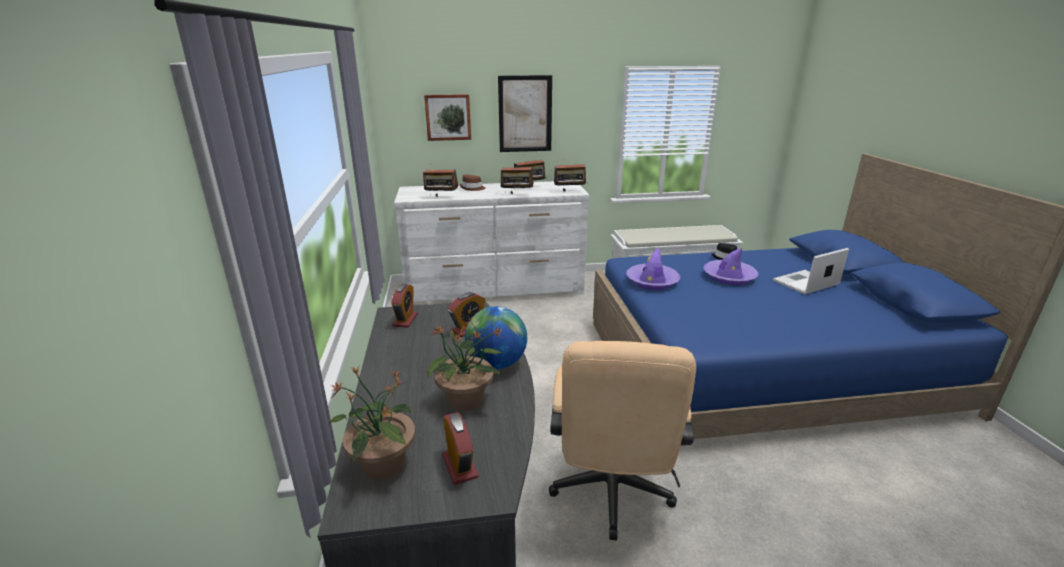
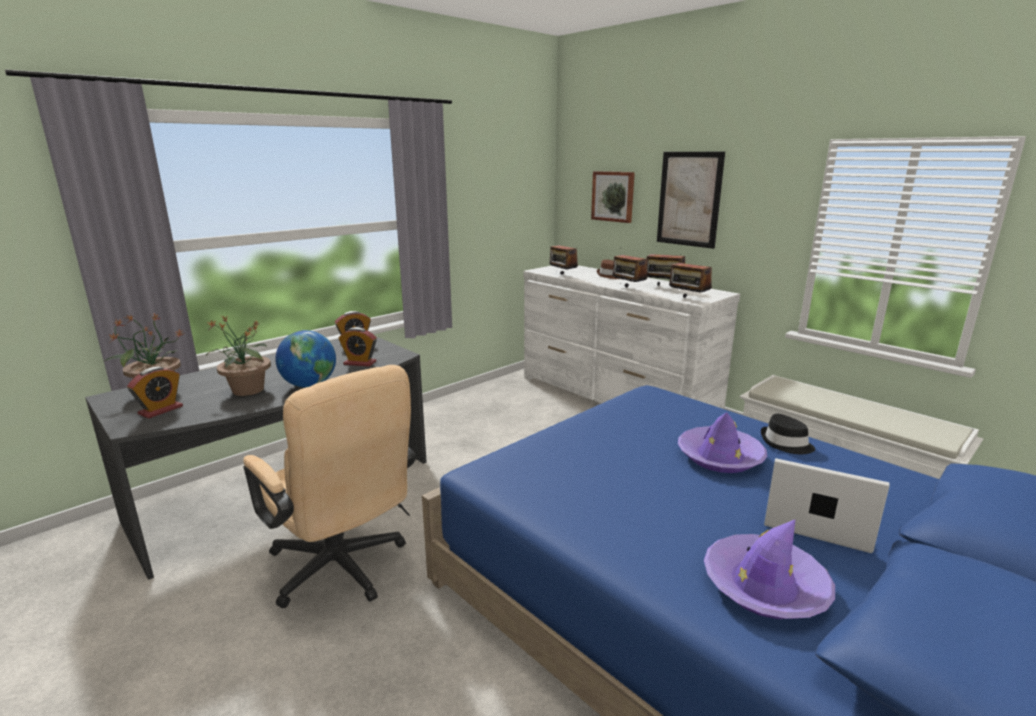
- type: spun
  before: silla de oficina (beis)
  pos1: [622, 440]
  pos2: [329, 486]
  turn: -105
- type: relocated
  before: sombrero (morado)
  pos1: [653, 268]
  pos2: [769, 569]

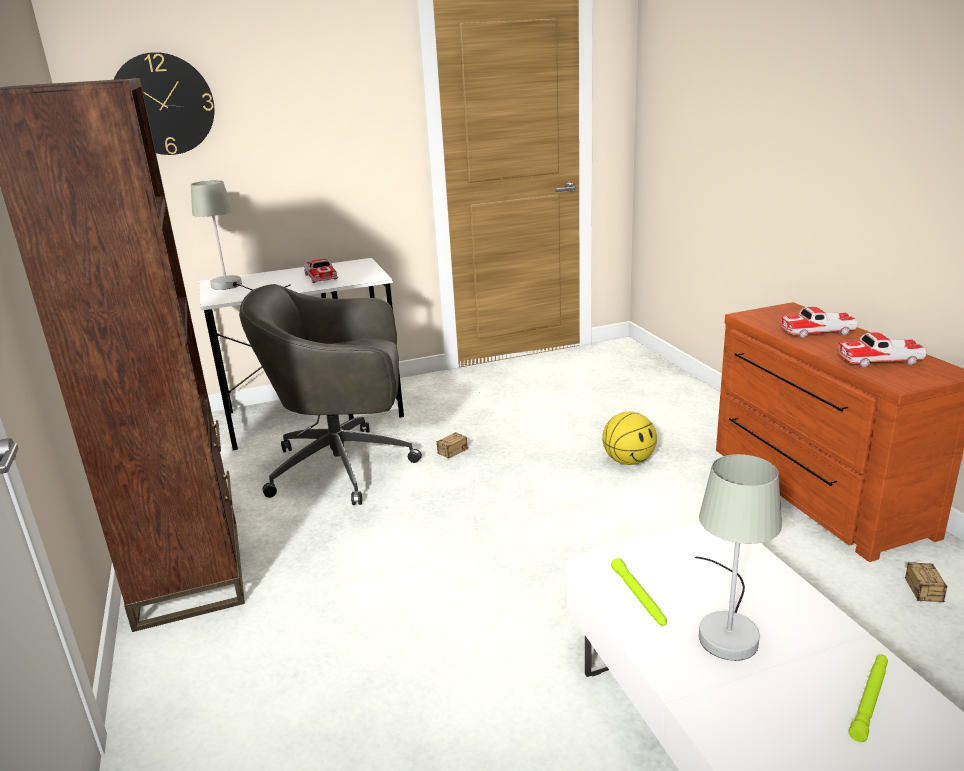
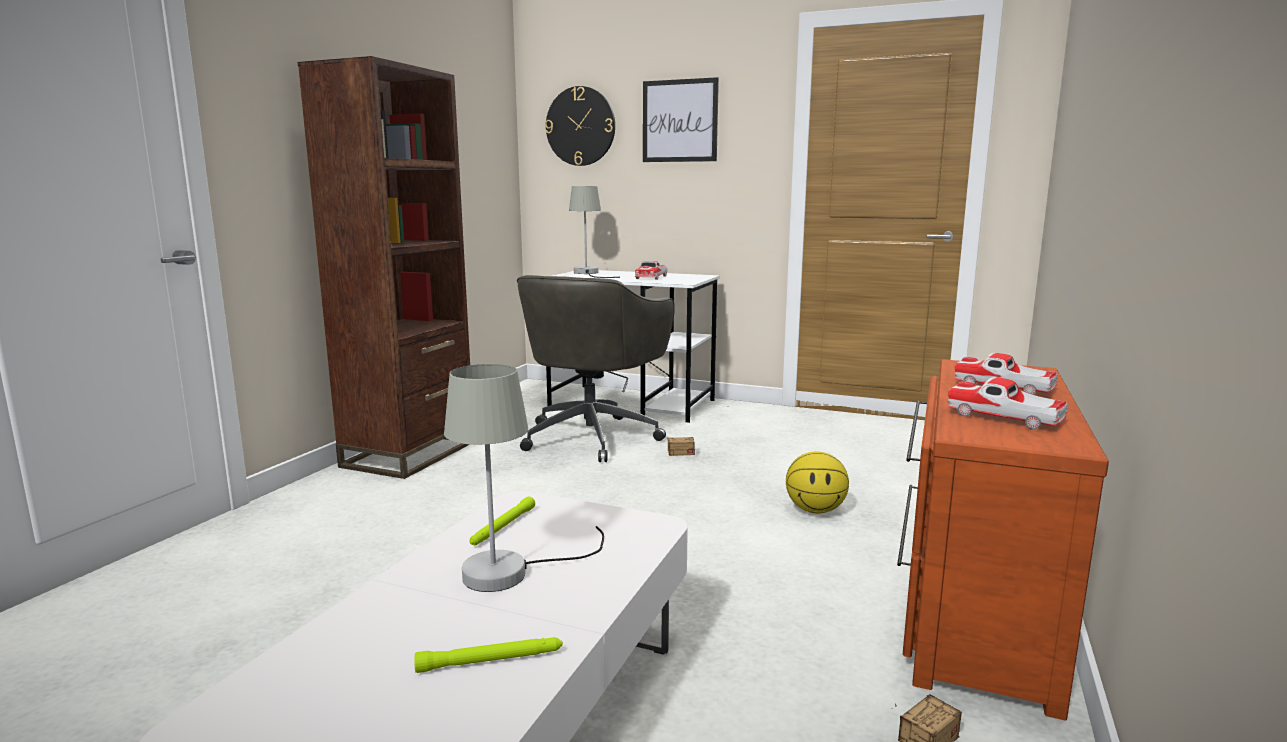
- type: spun
  before: silla de oficina (gris)
  pos1: [330, 394]
  pos2: [596, 368]
  turn: -105
- type: appeared
  after: cuadro
  pos2: [681, 119]

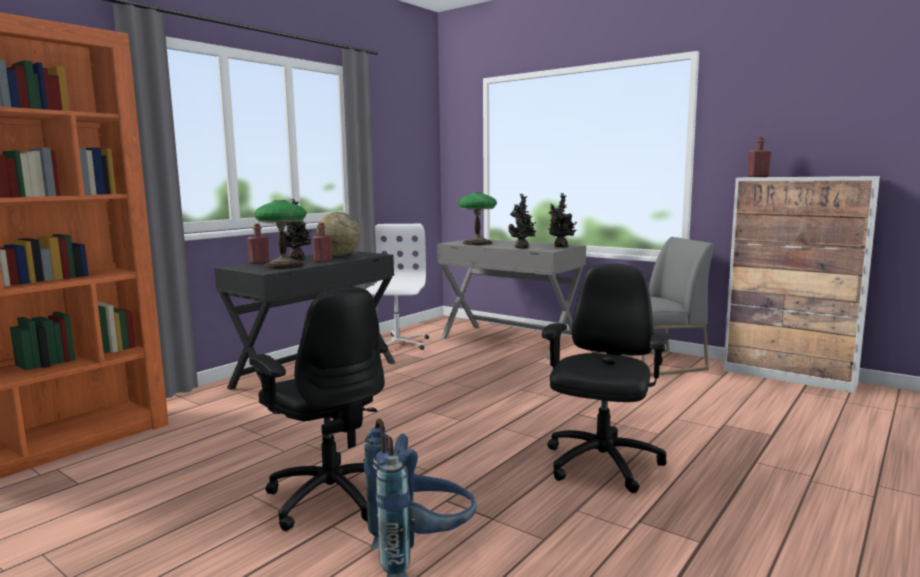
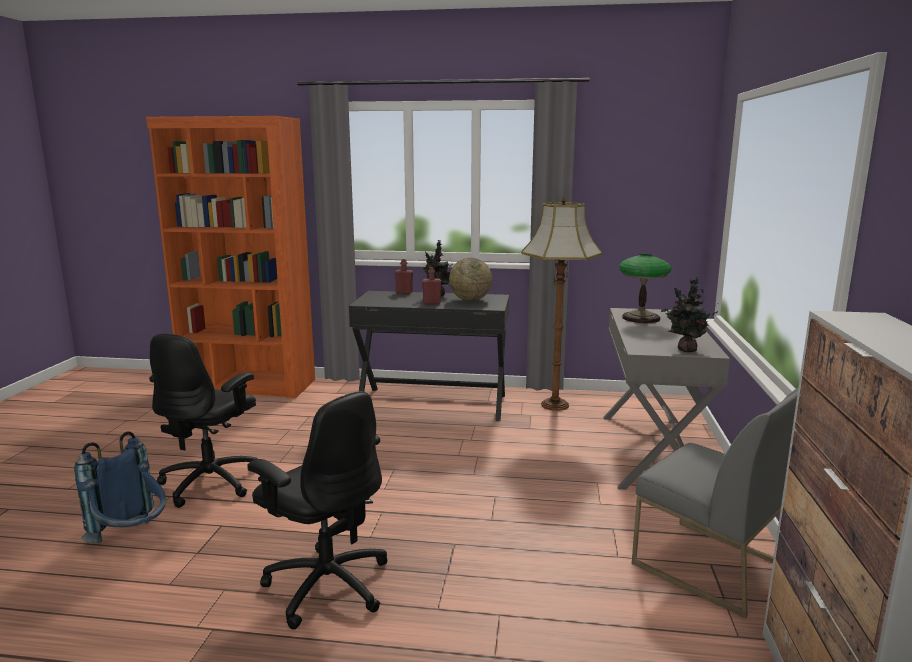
- type: spun
  before: silla de oficina (negro)
  pos1: [606, 378]
  pos2: [317, 510]
  turn: 45
- type: exchanged
  before: silla de oficina (blanco)
  after: lámpara de pie
  pos1: [397, 287]
  pos2: [562, 303]
- type: missing
  before: lámpara de mesa
  pos1: [280, 234]
- type: missing
  before: planta en maceta
  pos1: [522, 221]
- type: missing
  before: botella (rojo)
  pos1: [759, 157]

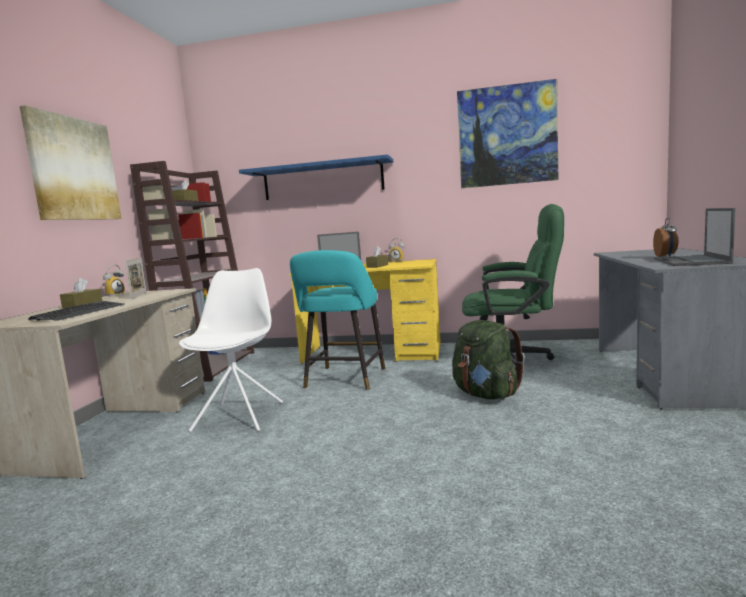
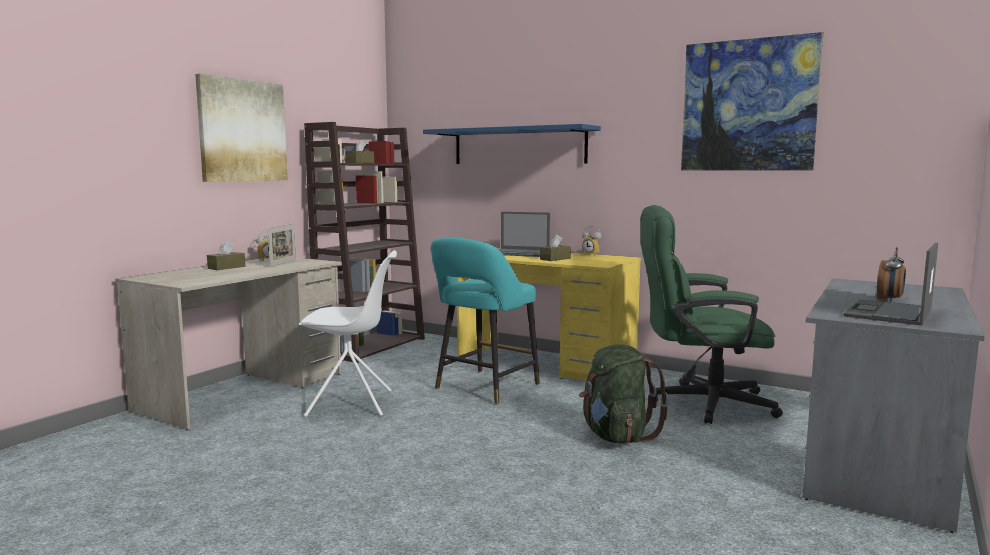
- type: spun
  before: silla (blanco)
  pos1: [231, 350]
  pos2: [347, 333]
  turn: 60
- type: spun
  before: silla de oficina (verde)
  pos1: [513, 287]
  pos2: [711, 314]
  turn: 150
- type: missing
  before: teclado
  pos1: [76, 311]

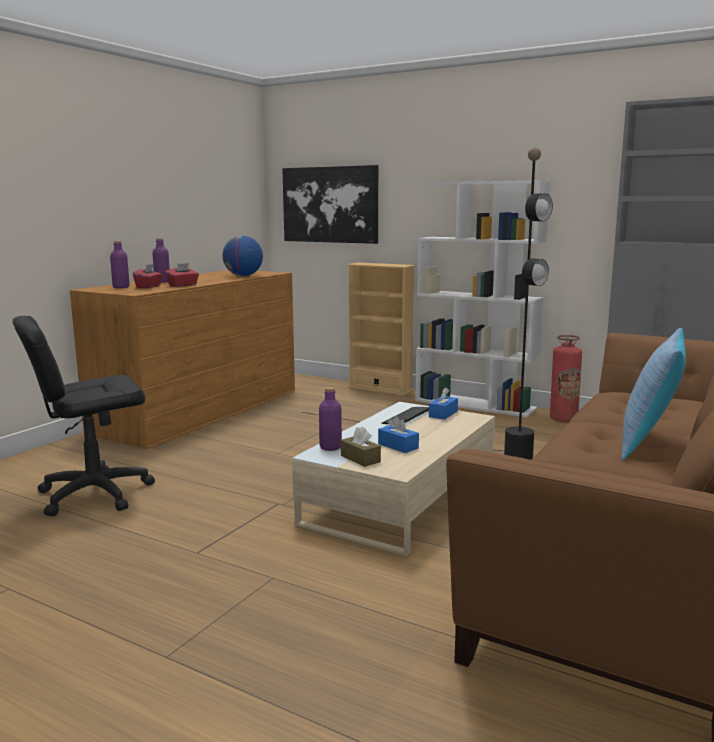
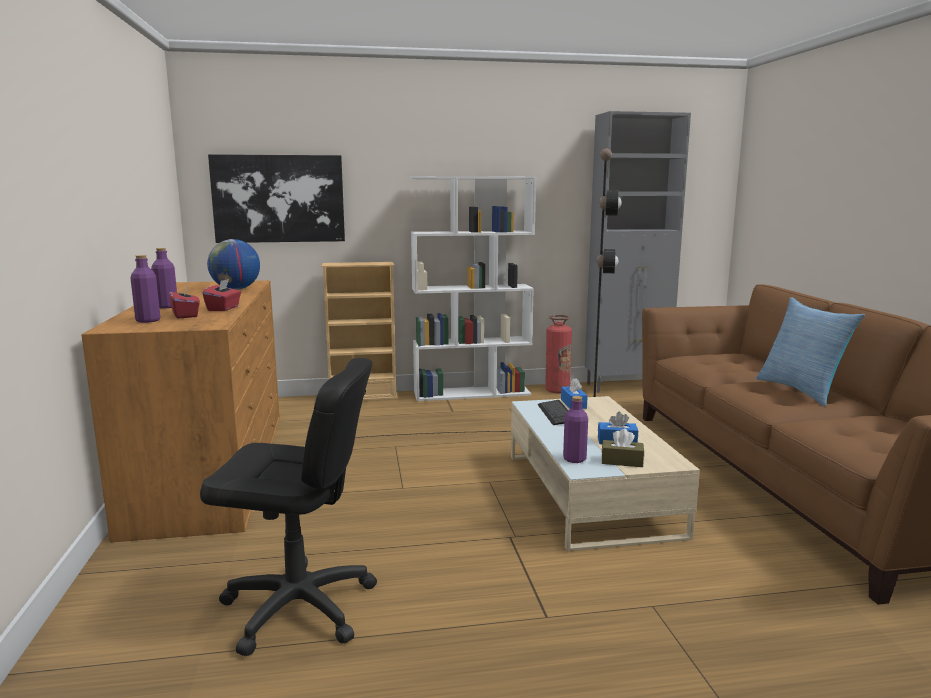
- type: spun
  before: silla de oficina (negro)
  pos1: [83, 416]
  pos2: [288, 507]
  turn: -105

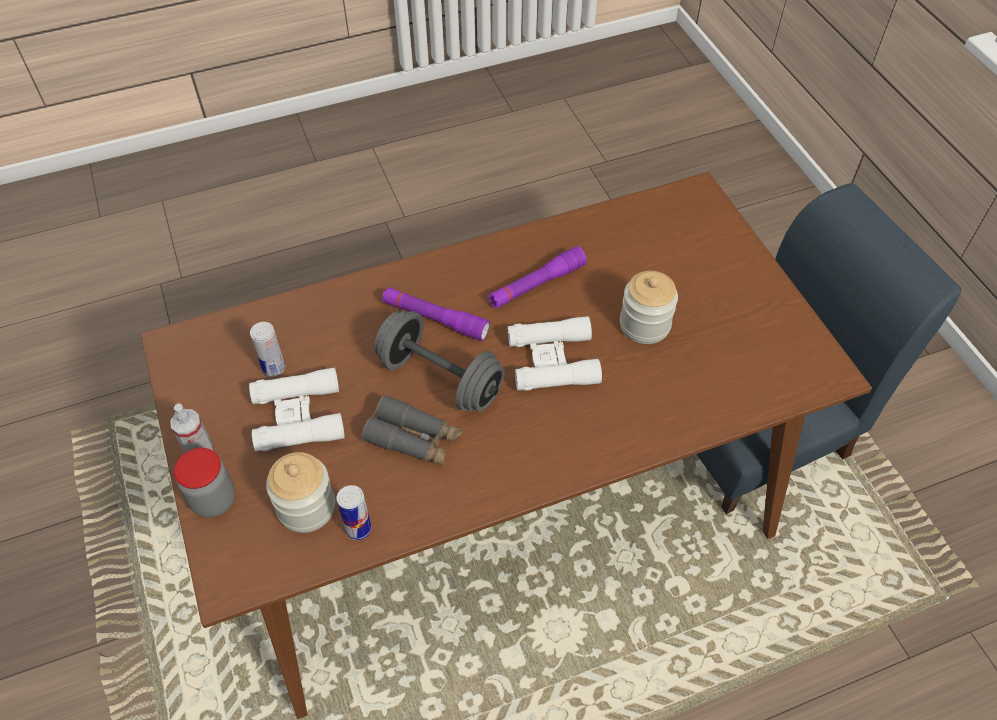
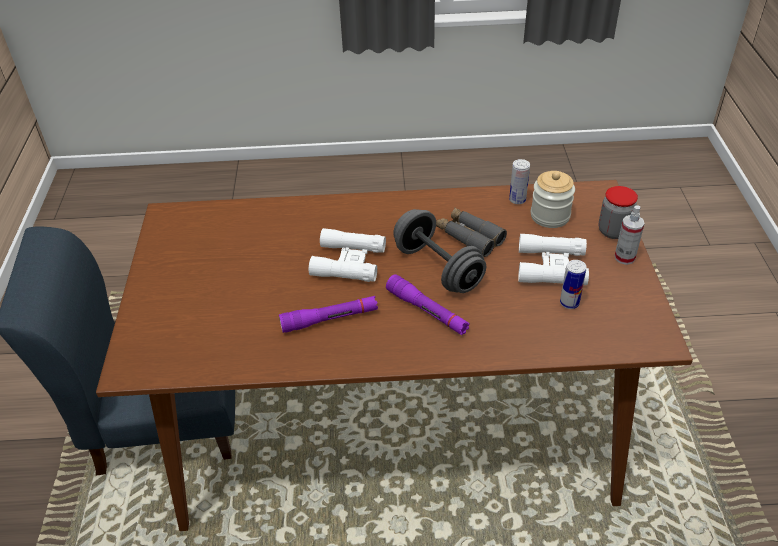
- type: missing
  before: tarro
  pos1: [649, 307]

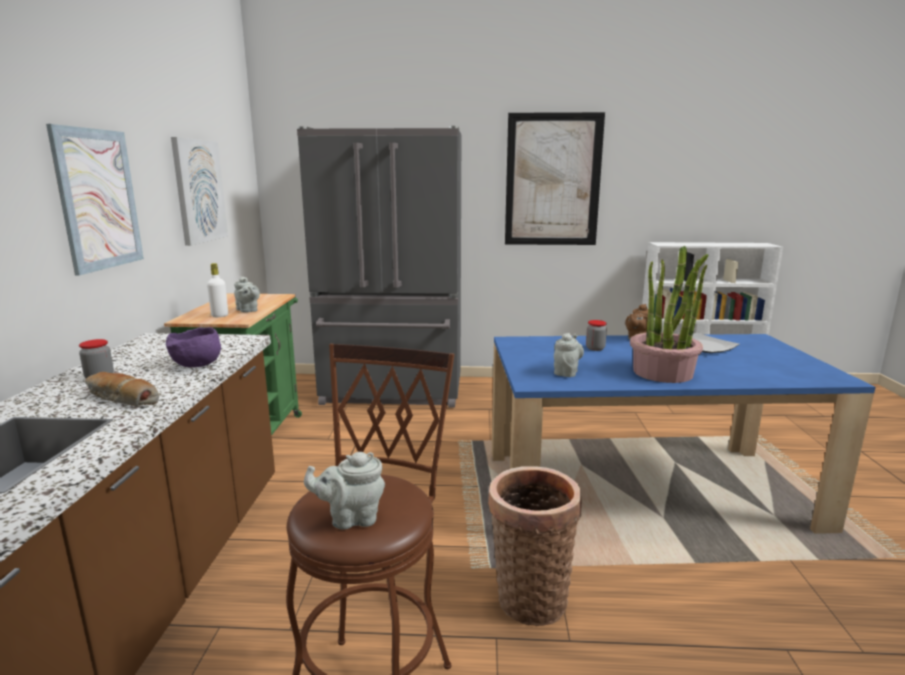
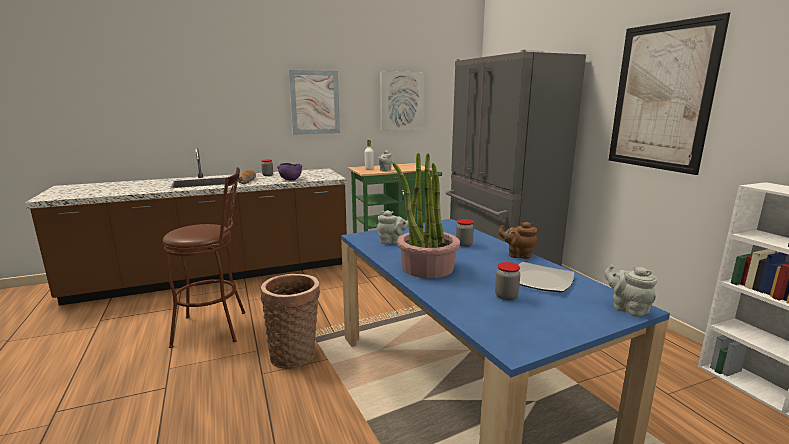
- type: appeared
  after: tarro
  pos2: [507, 281]
- type: relocated
  before: tetera (gris)
  pos1: [344, 491]
  pos2: [630, 290]

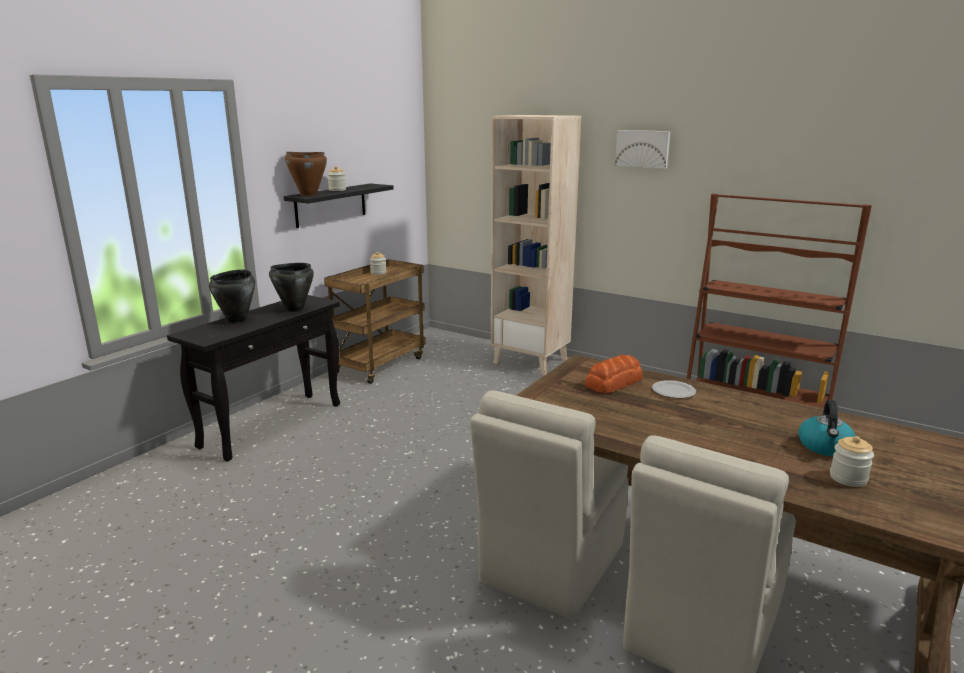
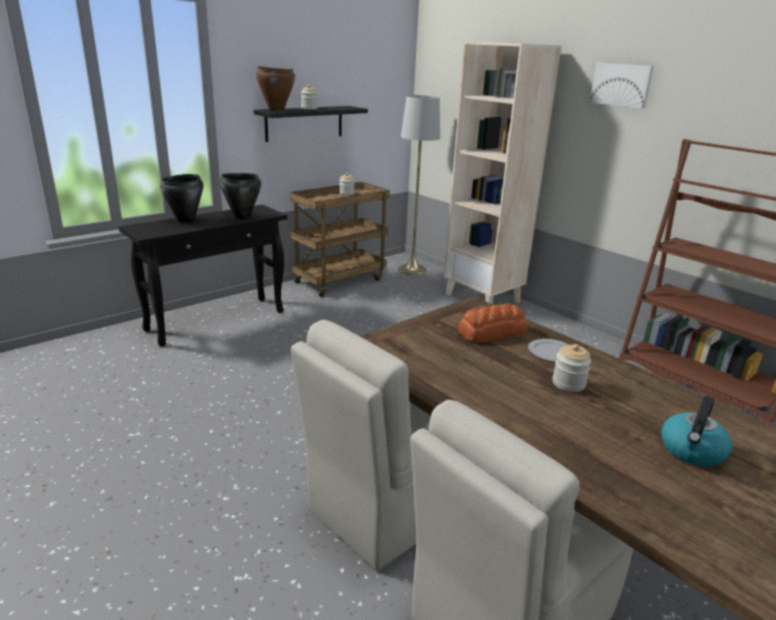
- type: appeared
  after: lámpara de pie (gris)
  pos2: [419, 185]
- type: relocated
  before: tarro
  pos1: [852, 461]
  pos2: [572, 368]

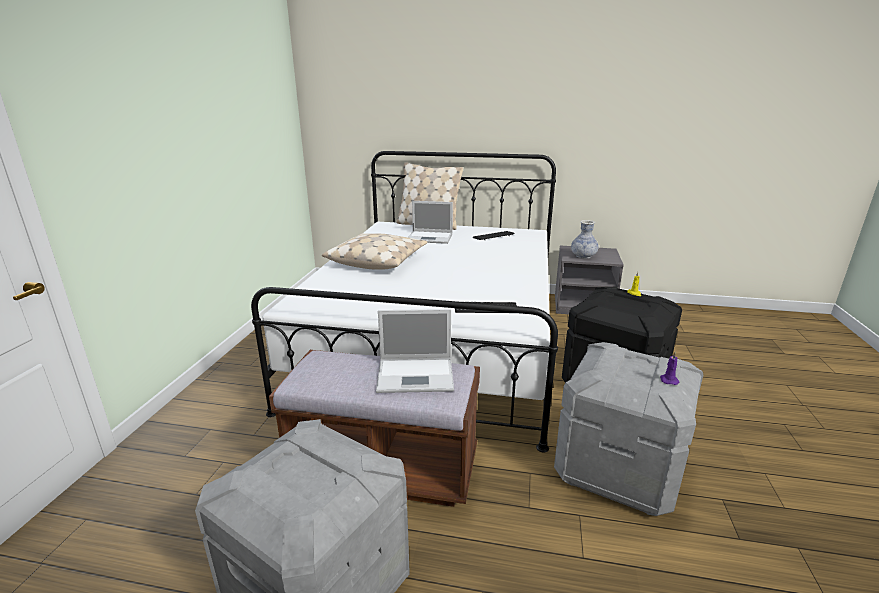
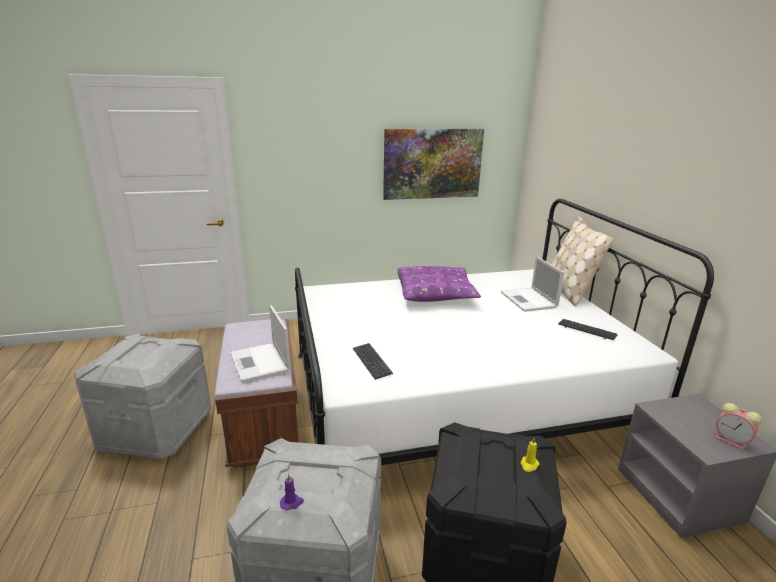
- type: appeared
  after: cuadro
  pos2: [433, 164]
- type: colour
  before: cojín (beis)
  after: cojín (morado)
  pos1: [374, 251]
  pos2: [439, 284]
- type: appeared
  after: despertador
  pos2: [739, 426]
- type: missing
  before: florero
  pos1: [585, 239]

